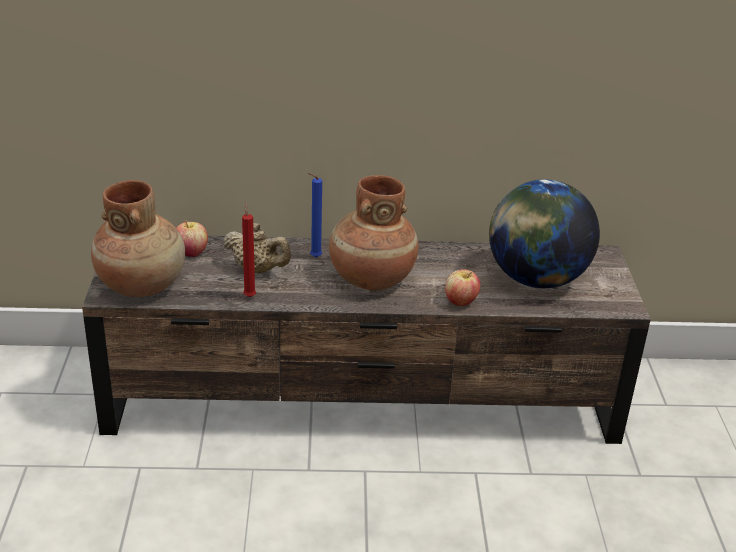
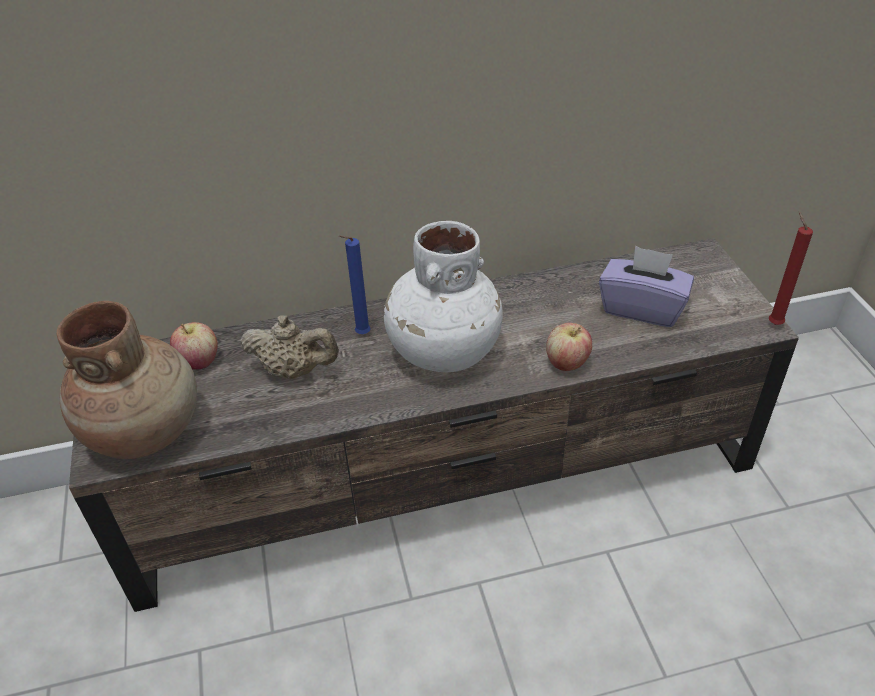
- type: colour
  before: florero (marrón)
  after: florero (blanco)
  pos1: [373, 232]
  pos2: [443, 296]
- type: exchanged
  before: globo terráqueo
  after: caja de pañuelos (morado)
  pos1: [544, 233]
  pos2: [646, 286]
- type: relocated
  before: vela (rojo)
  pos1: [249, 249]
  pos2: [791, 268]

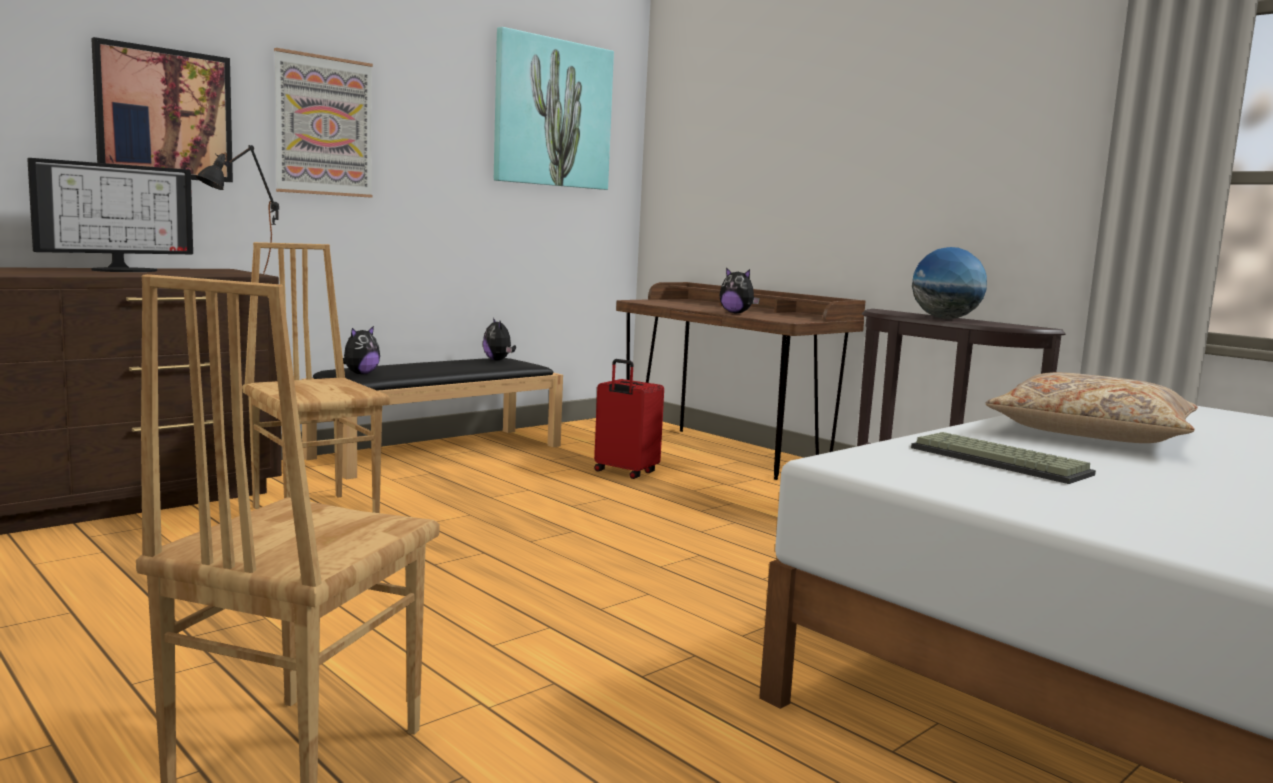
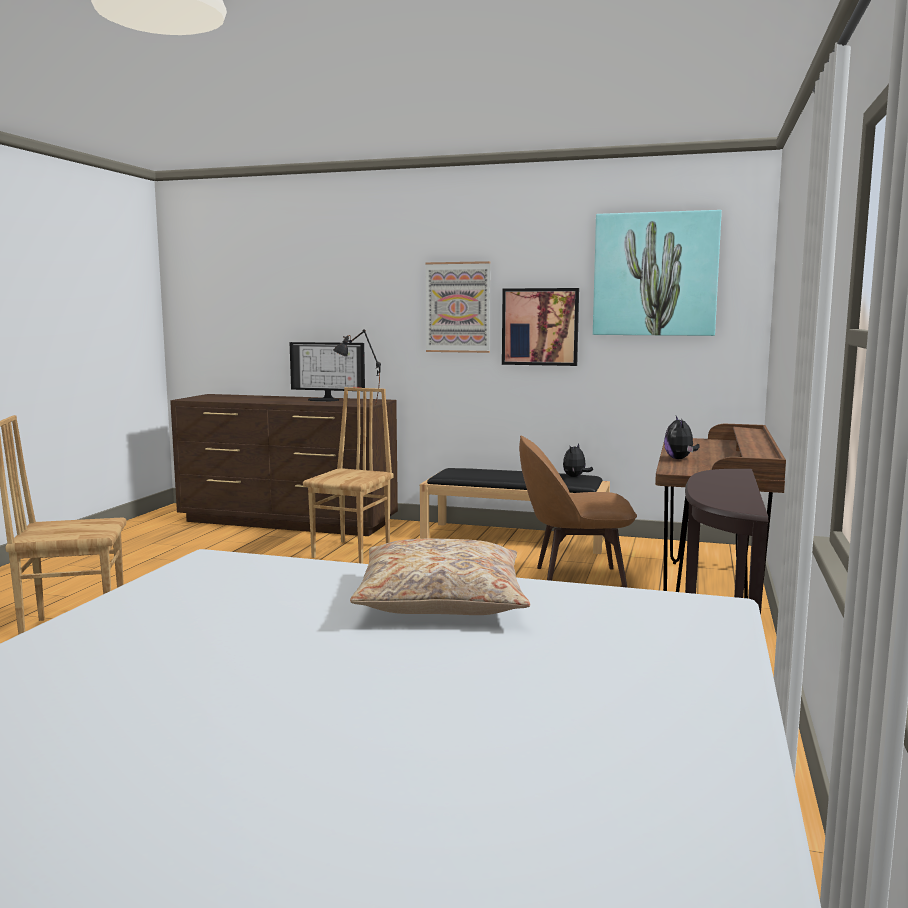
- type: relocated
  before: cuadro
  pos1: [162, 109]
  pos2: [540, 327]
- type: exchanged
  before: maleta (rojo)
  after: silla (marrón)
  pos1: [629, 419]
  pos2: [578, 511]
- type: missing
  before: peluche
  pos1: [361, 350]
- type: missing
  before: teclado
  pos1: [1003, 458]
- type: missing
  before: globo terráqueo
  pos1: [949, 283]

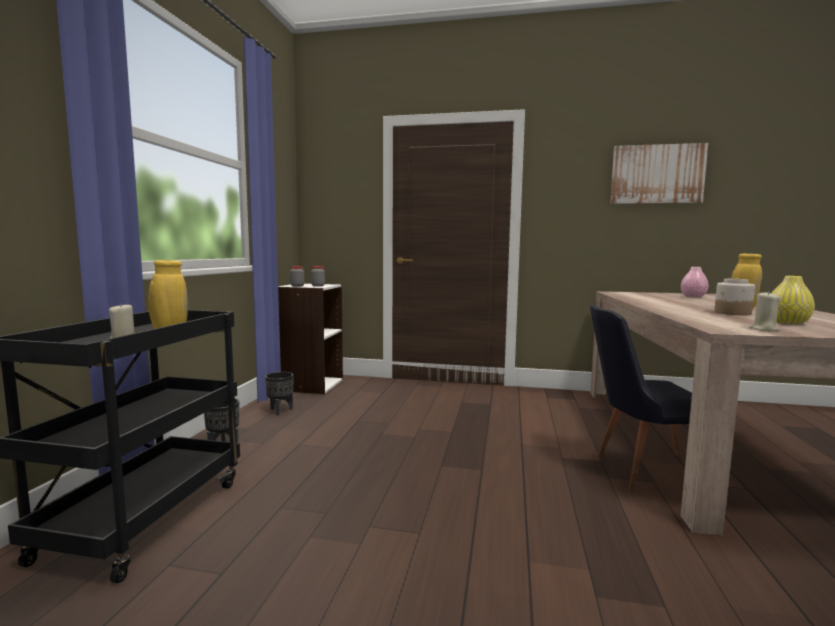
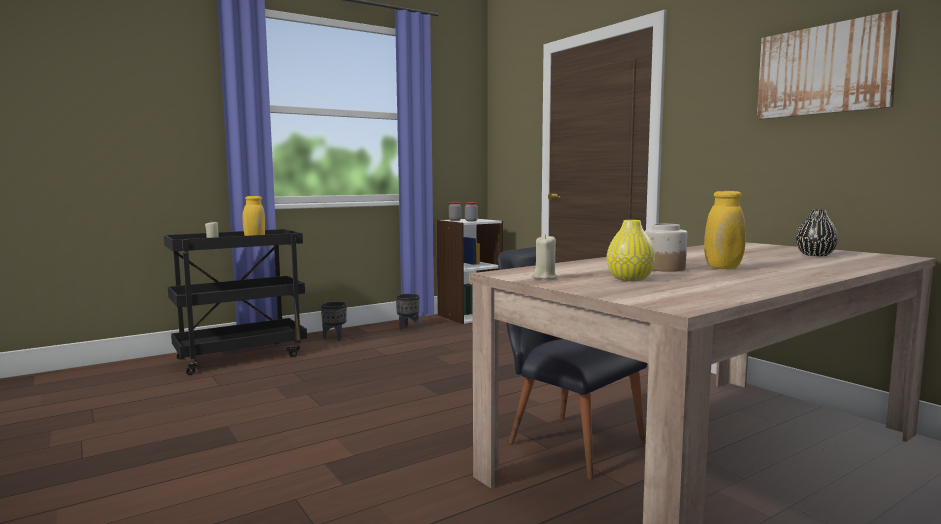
- type: colour
  before: florero (rosa)
  after: florero (negro)
  pos1: [695, 282]
  pos2: [817, 232]

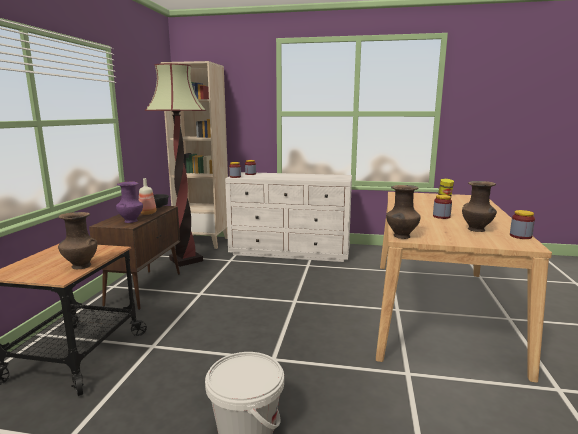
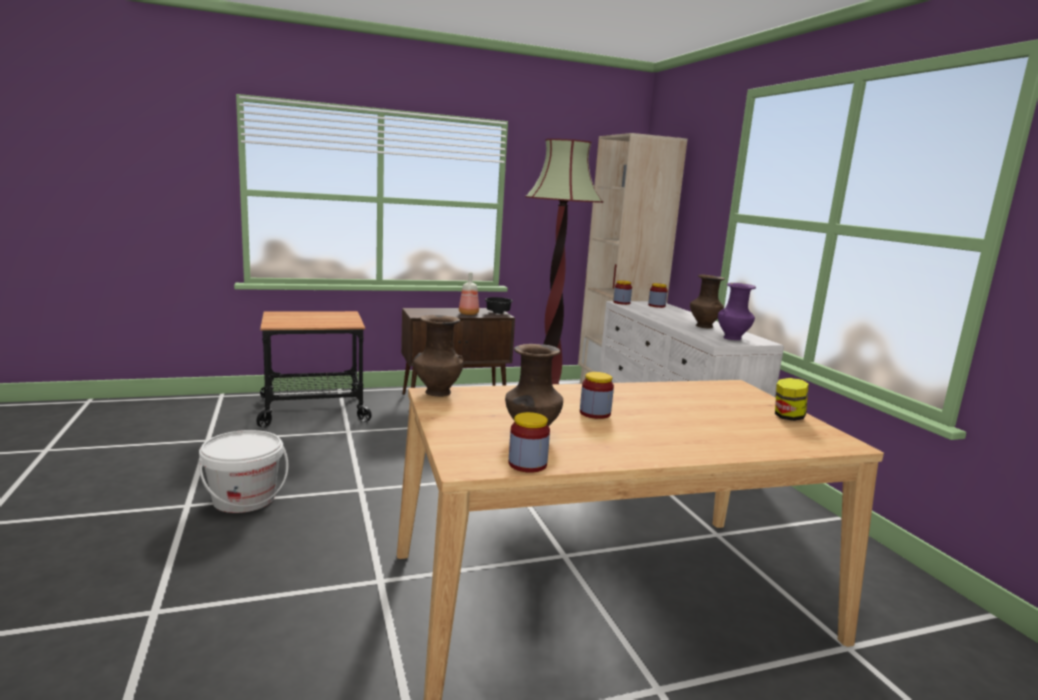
- type: relocated
  before: florero (marrón)
  pos1: [77, 240]
  pos2: [707, 301]
- type: relocated
  before: florero (morado)
  pos1: [129, 202]
  pos2: [737, 311]

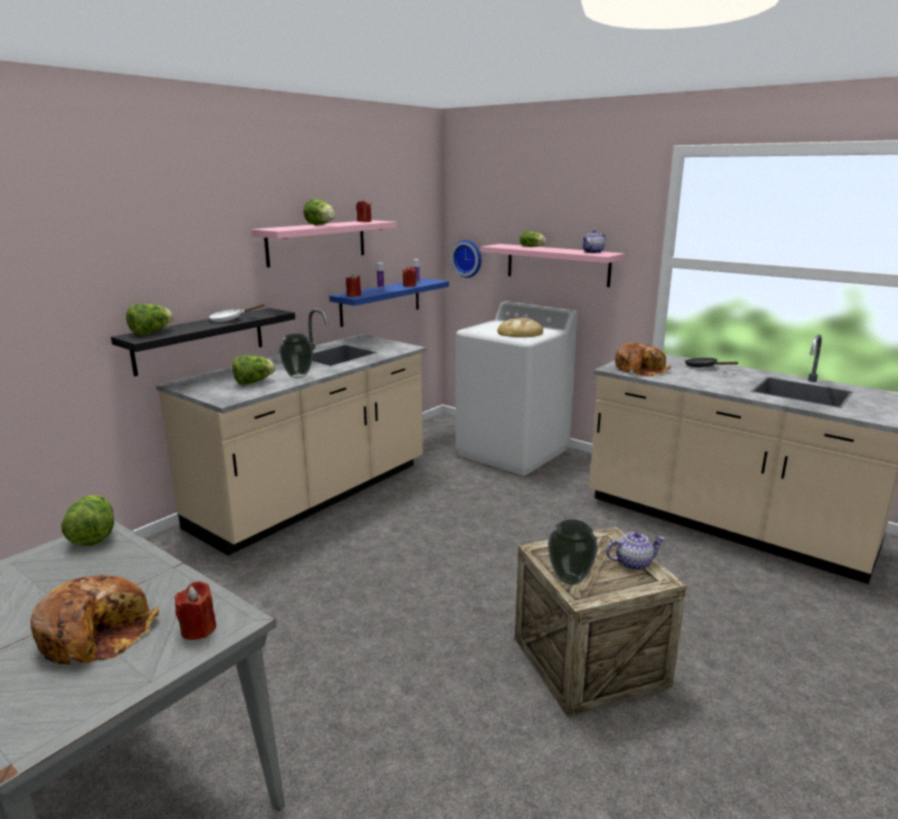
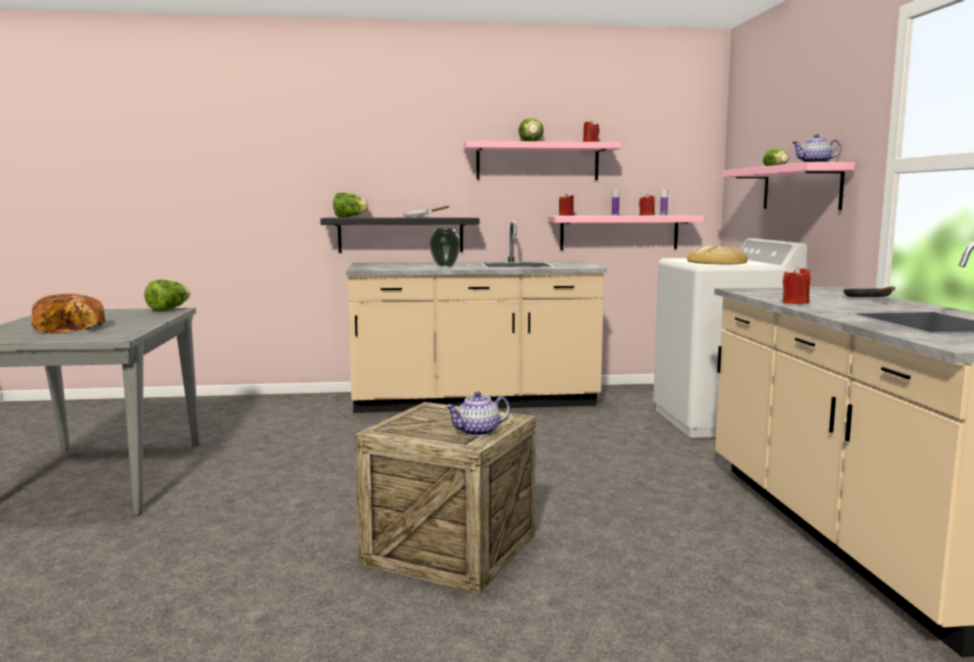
- type: spun
  before: tetera
  pos1: [635, 551]
  pos2: [477, 413]
  turn: 120
- type: colour
  before: estante (azul)
  after: estante (rosa)
  pos1: [389, 302]
  pos2: [626, 233]
- type: relocated
  before: vela (rojo)
  pos1: [195, 610]
  pos2: [797, 285]
- type: missing
  before: lechuga
  pos1: [253, 370]
- type: missing
  before: reloj de pared
  pos1: [466, 259]
- type: missing
  before: florero
  pos1: [573, 552]
- type: missing
  before: pan
  pos1: [643, 360]

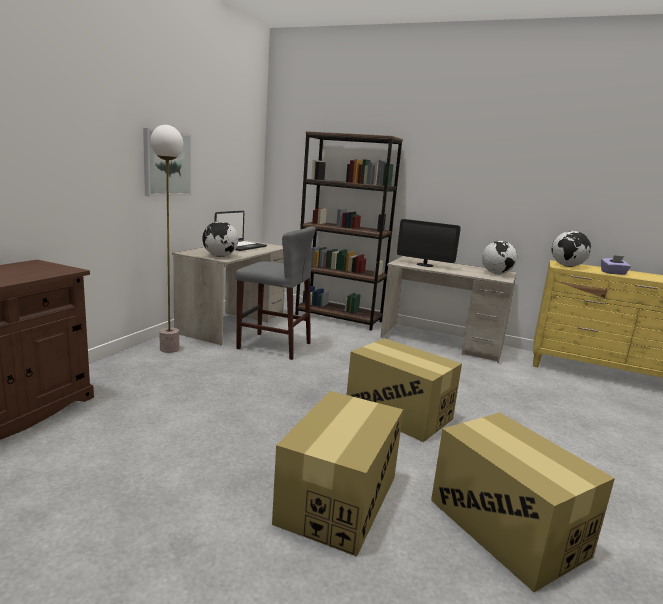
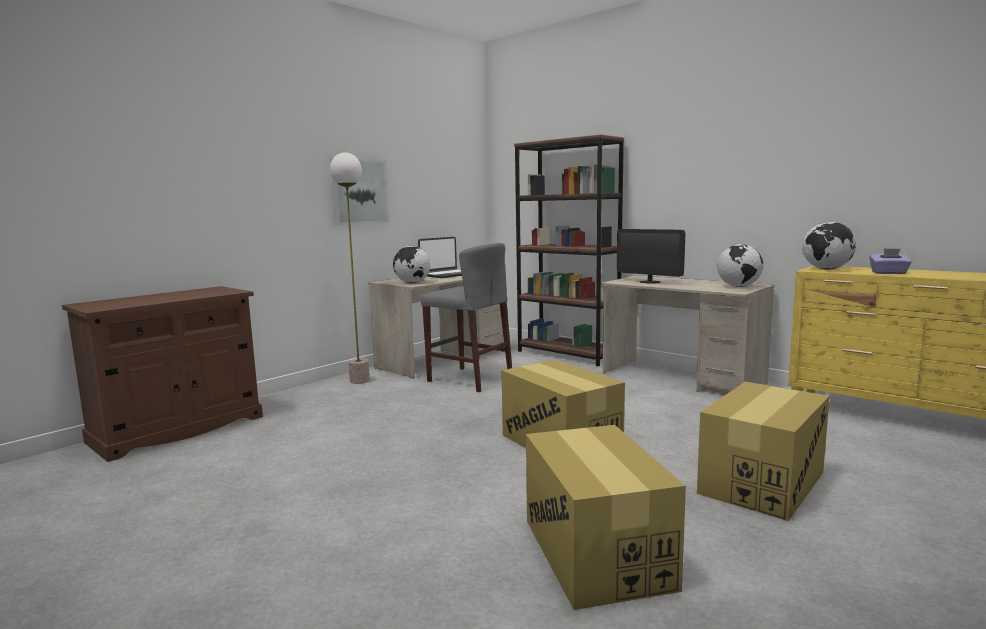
- type: relocated
  before: caja de cartón
  pos1: [337, 474]
  pos2: [763, 451]

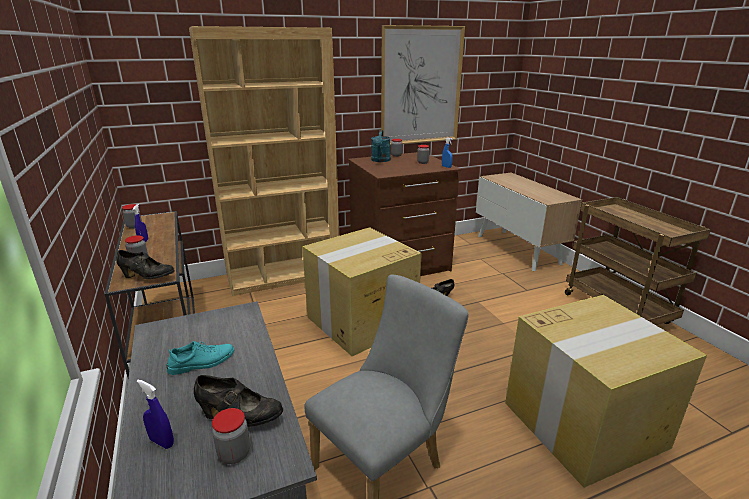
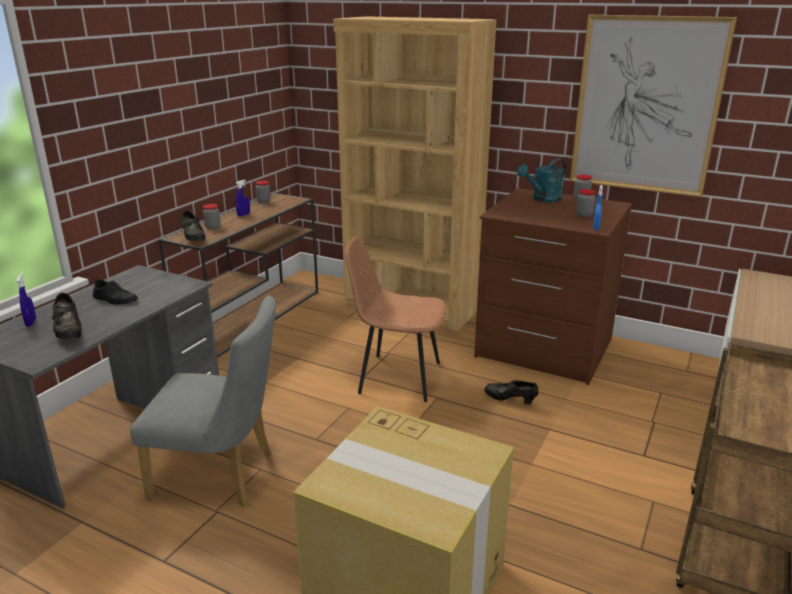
- type: colour
  before: zapato (turquesa)
  after: zapato (negro)
  pos1: [200, 358]
  pos2: [115, 292]
- type: exchanged
  before: caja de cartón
  after: silla (marrón)
  pos1: [362, 291]
  pos2: [396, 319]
- type: missing
  before: tarro
  pos1: [231, 436]

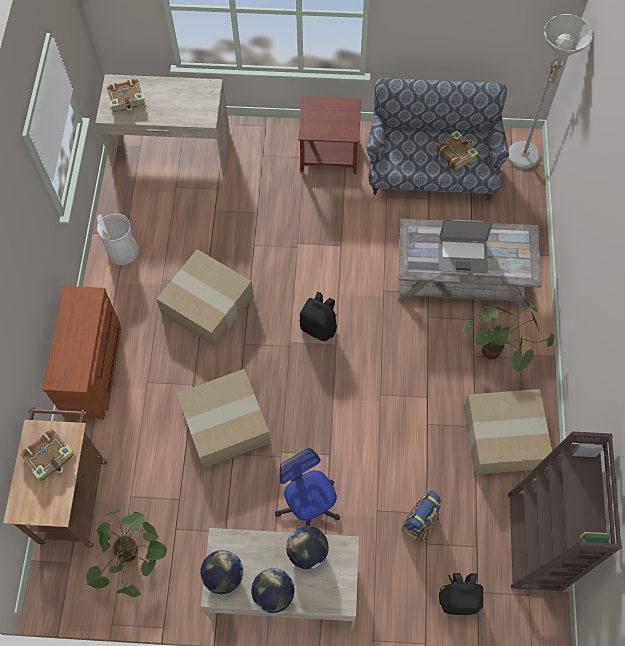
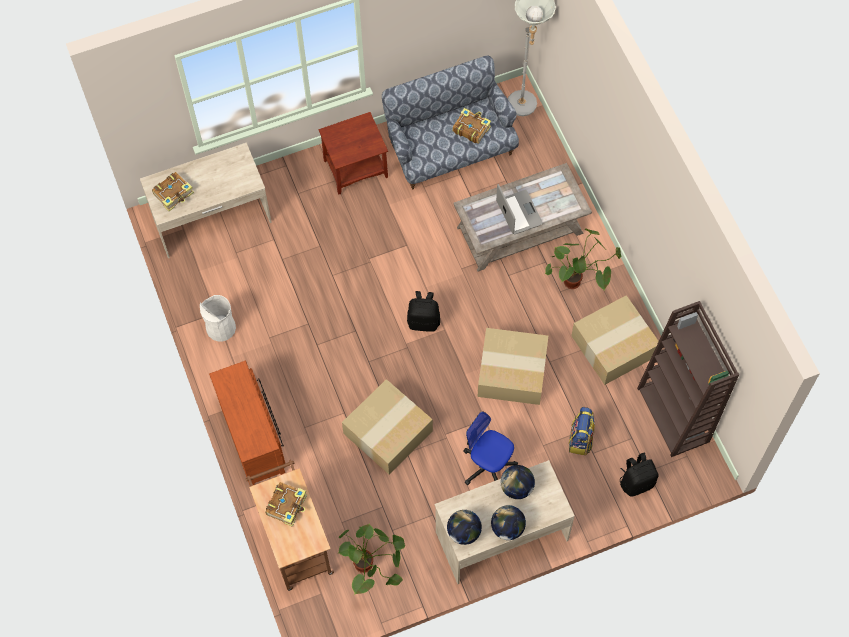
- type: relocated
  before: caja de cartón
  pos1: [205, 298]
  pos2: [513, 366]
- type: spun
  before: portátil
  pos1: [466, 246]
  pos2: [519, 209]
  turn: -90

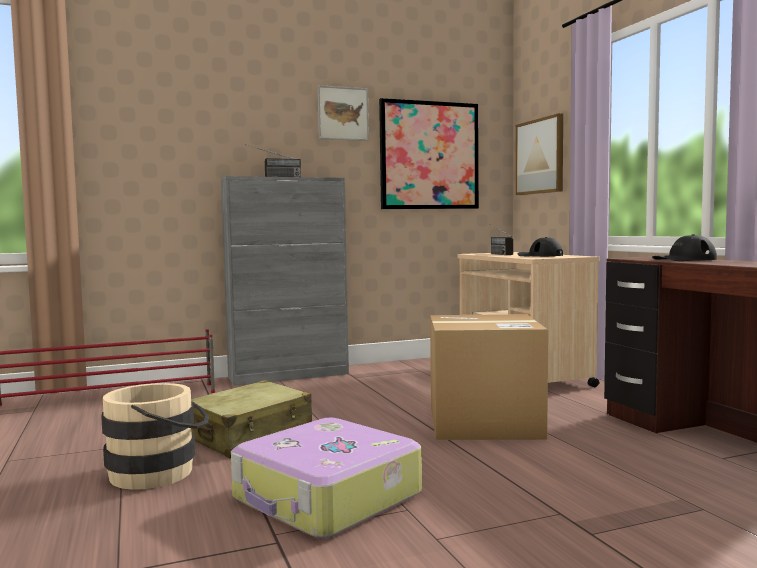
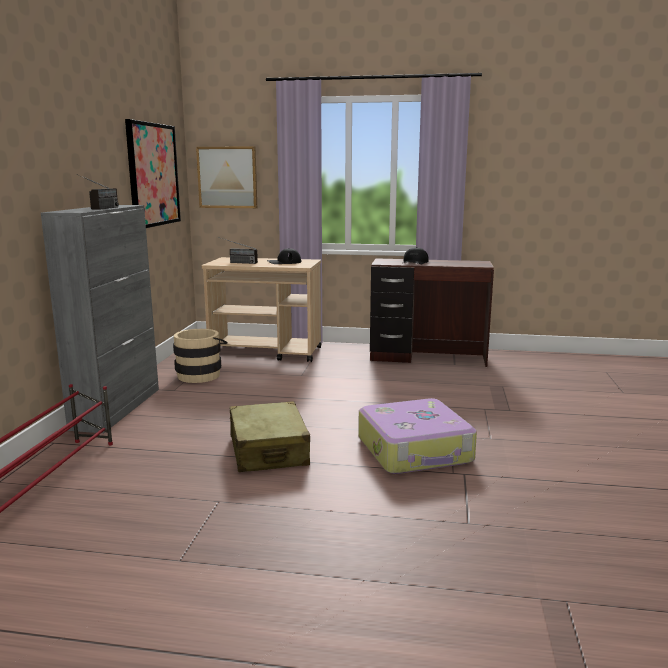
- type: relocated
  before: cubo (beis)
  pos1: [155, 436]
  pos2: [200, 356]
- type: missing
  before: cuadro
  pos1: [343, 113]
- type: missing
  before: caja de cartón
  pos1: [489, 377]

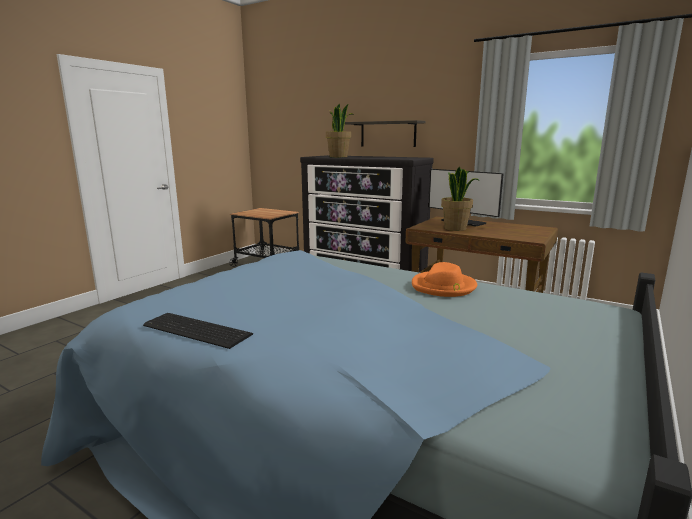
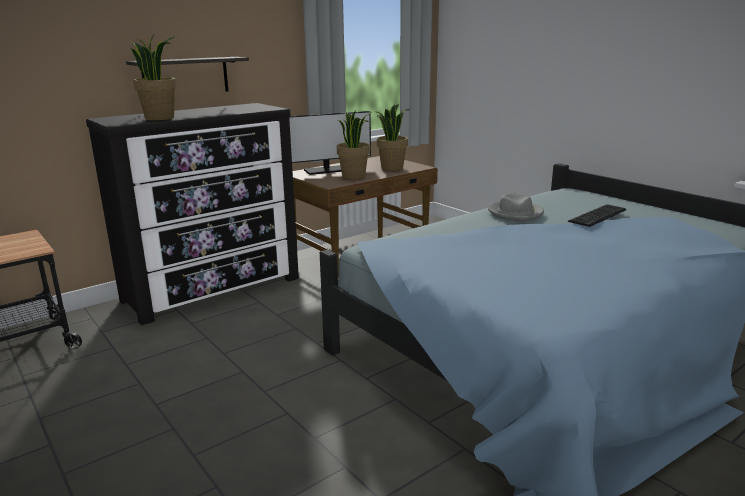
- type: appeared
  after: planta en maceta
  pos2: [392, 137]
- type: colour
  before: sombrero (naranja)
  after: sombrero (gris)
  pos1: [444, 279]
  pos2: [516, 207]
- type: relocated
  before: teclado
  pos1: [198, 331]
  pos2: [597, 215]

